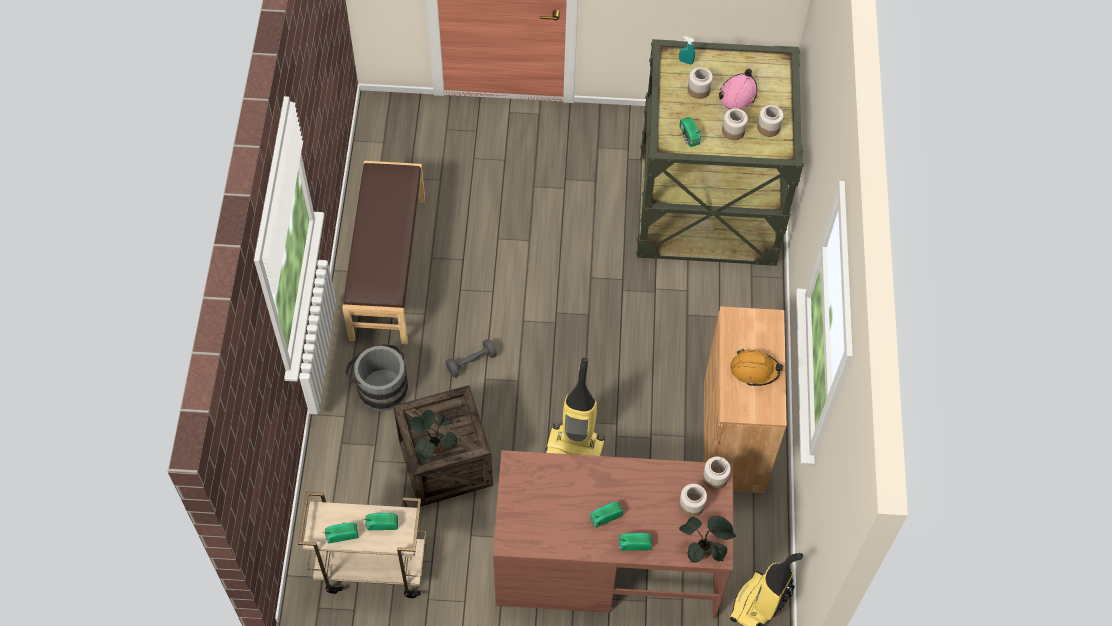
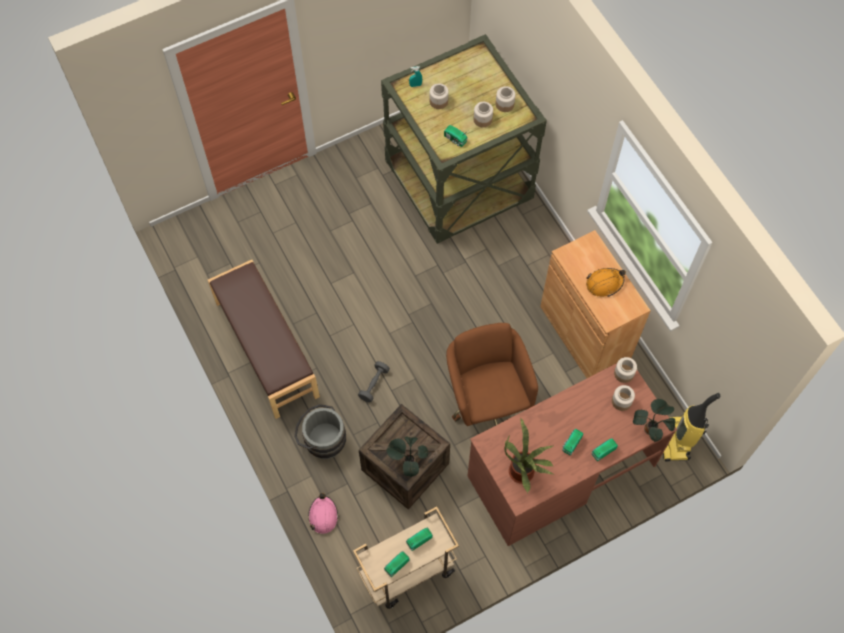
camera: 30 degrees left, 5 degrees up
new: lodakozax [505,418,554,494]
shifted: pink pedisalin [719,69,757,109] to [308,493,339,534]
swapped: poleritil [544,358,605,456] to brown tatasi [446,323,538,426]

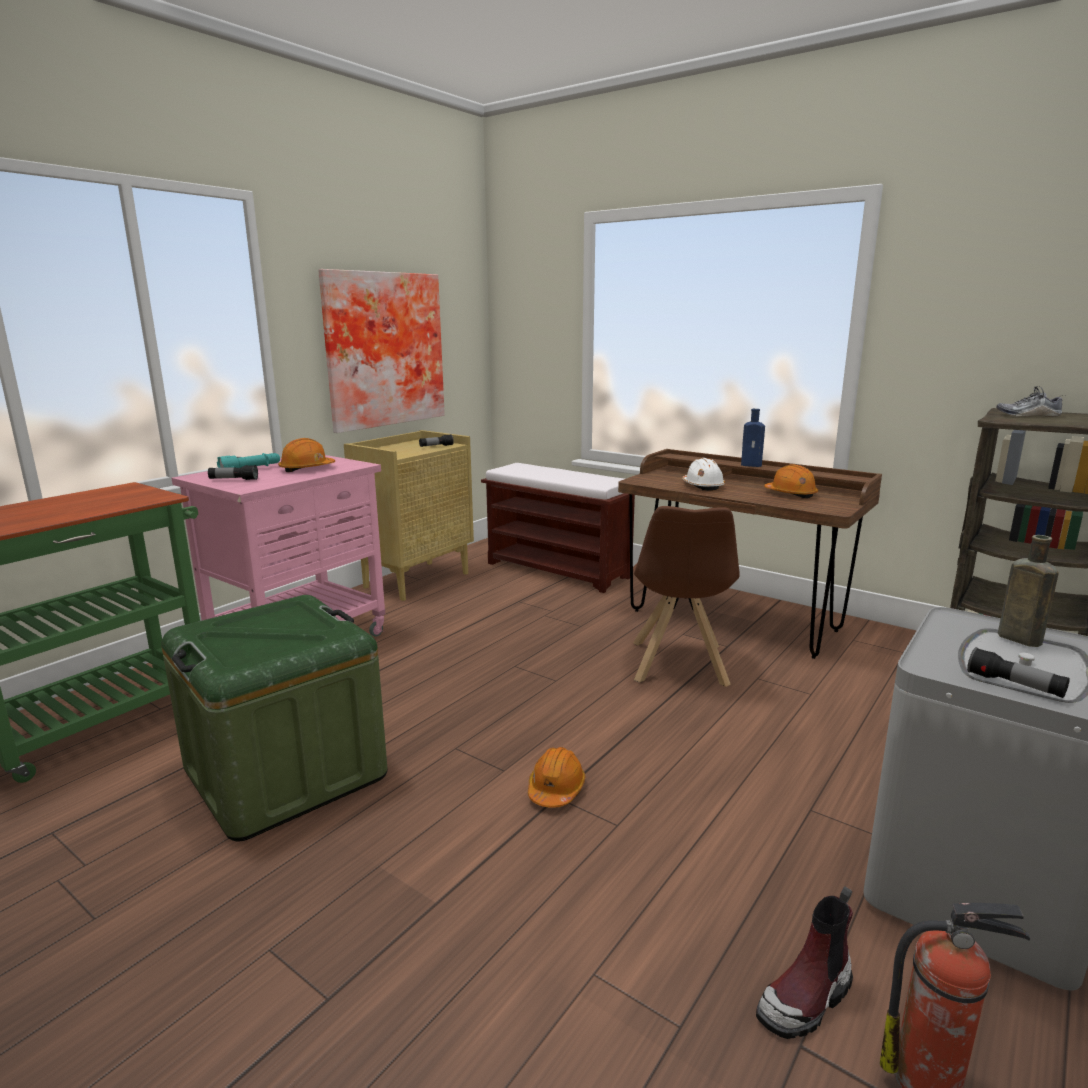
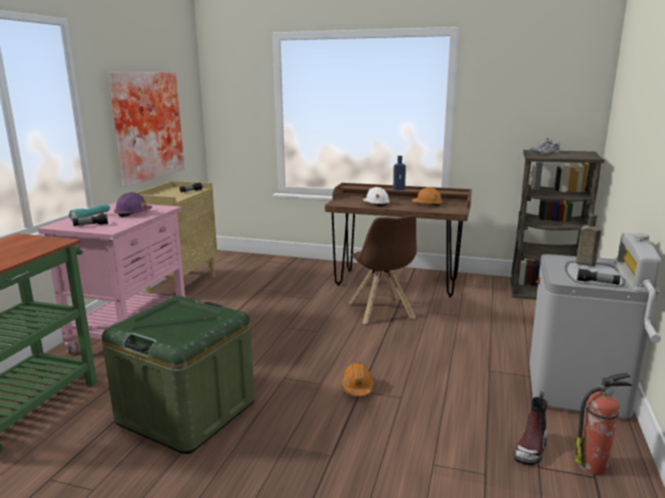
camera: 20 degrees left, 0 degrees up
gone: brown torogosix [481,463,635,593]
repainted: orange pedisalin [278,438,335,472] to purple pedisalin [114,192,152,217]

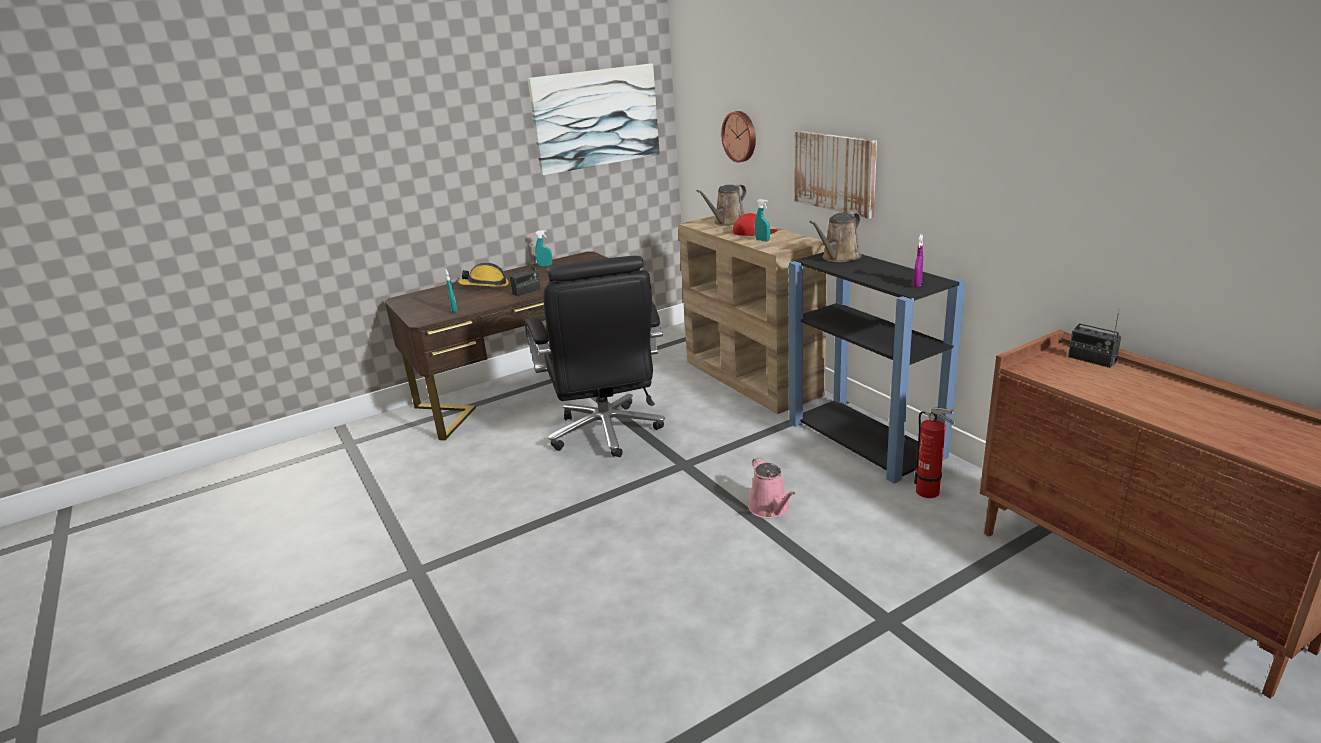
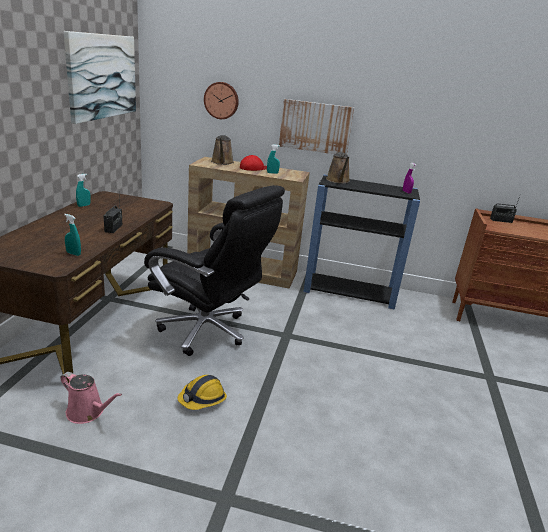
camera: 50 degrees left, 0 degrees up
gone: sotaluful [914,407,955,498]
shifted: pedisalin [459,263,509,287] to [177,375,227,410]; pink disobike [748,457,795,518] to [60,372,122,424]

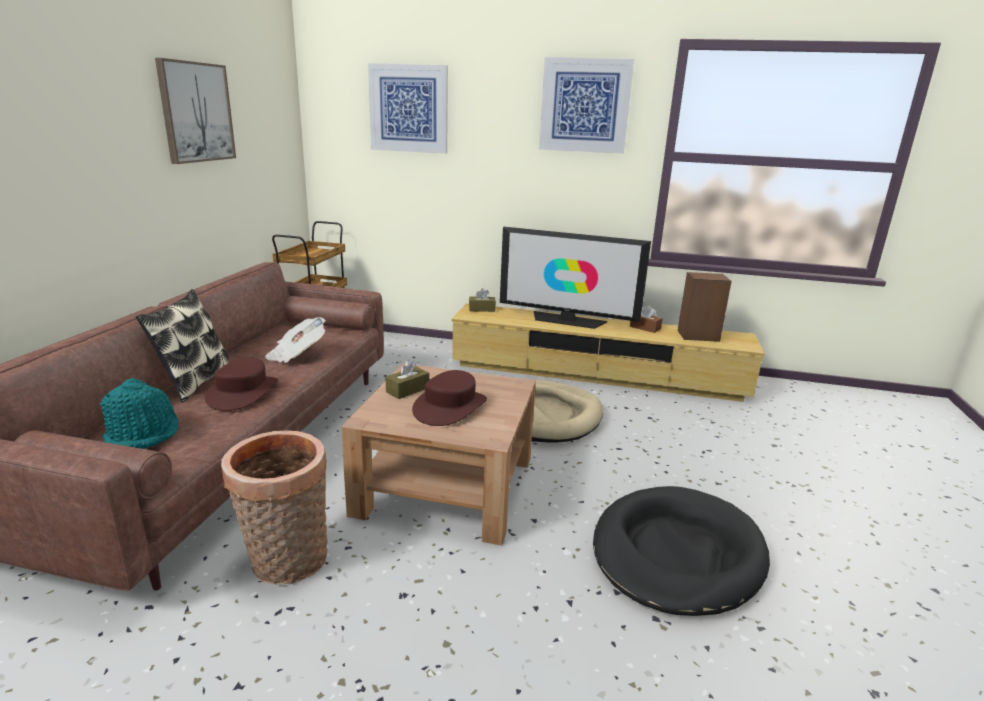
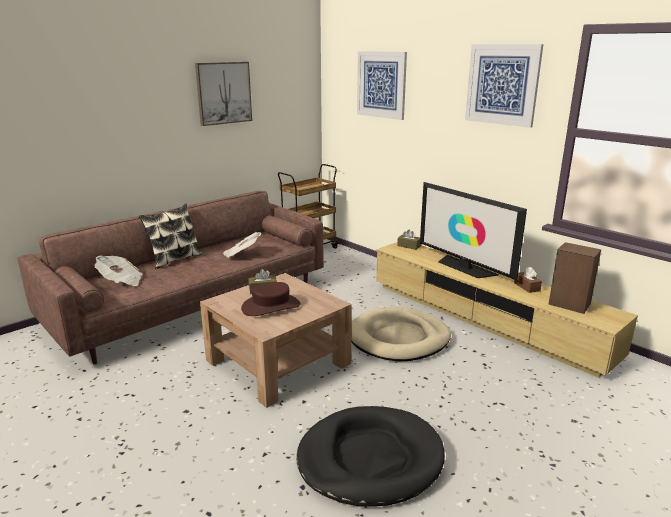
camera: 35 degrees right, 0 degrees up
gone: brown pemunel [205,357,278,411]; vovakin [221,430,328,585]
swapped: turquoise pemunel [100,378,179,449] to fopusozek [94,256,143,286]

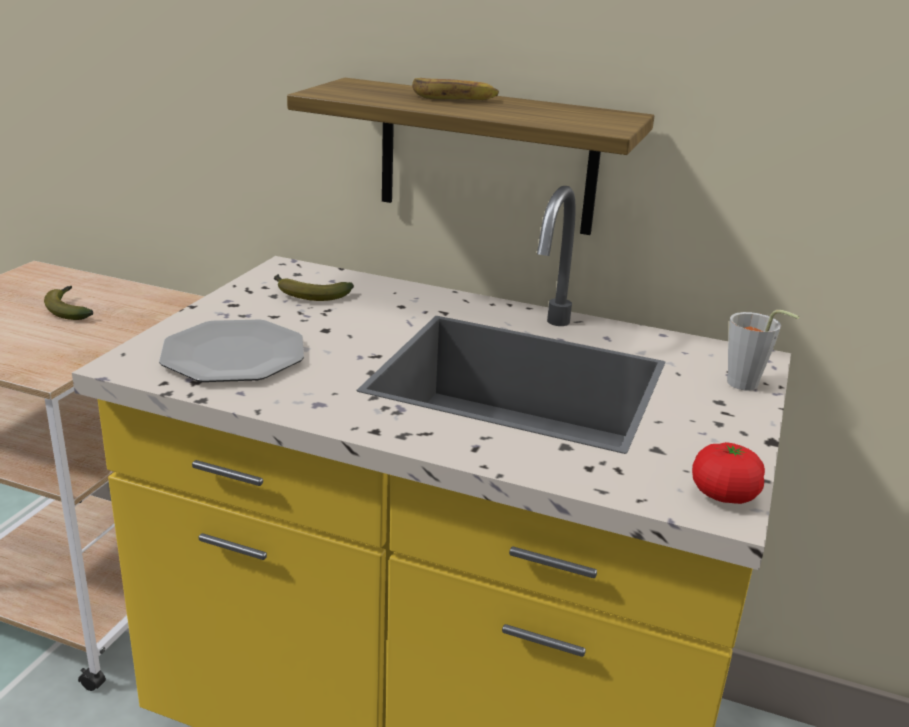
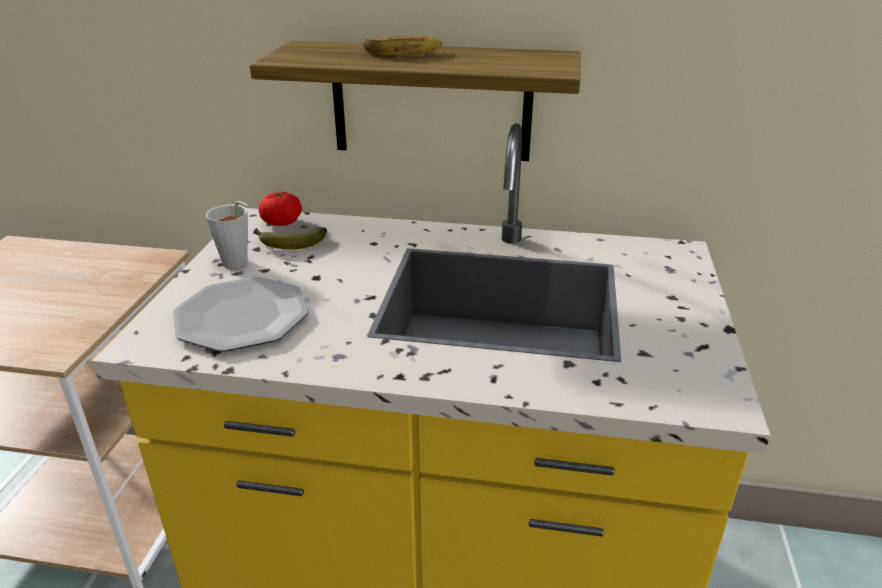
camera: 10 degrees left, 5 degrees up
gone: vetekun [44,286,93,320]
shifted: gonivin [692,442,765,504] to [259,192,302,226]; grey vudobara [727,310,799,391] to [205,201,249,269]

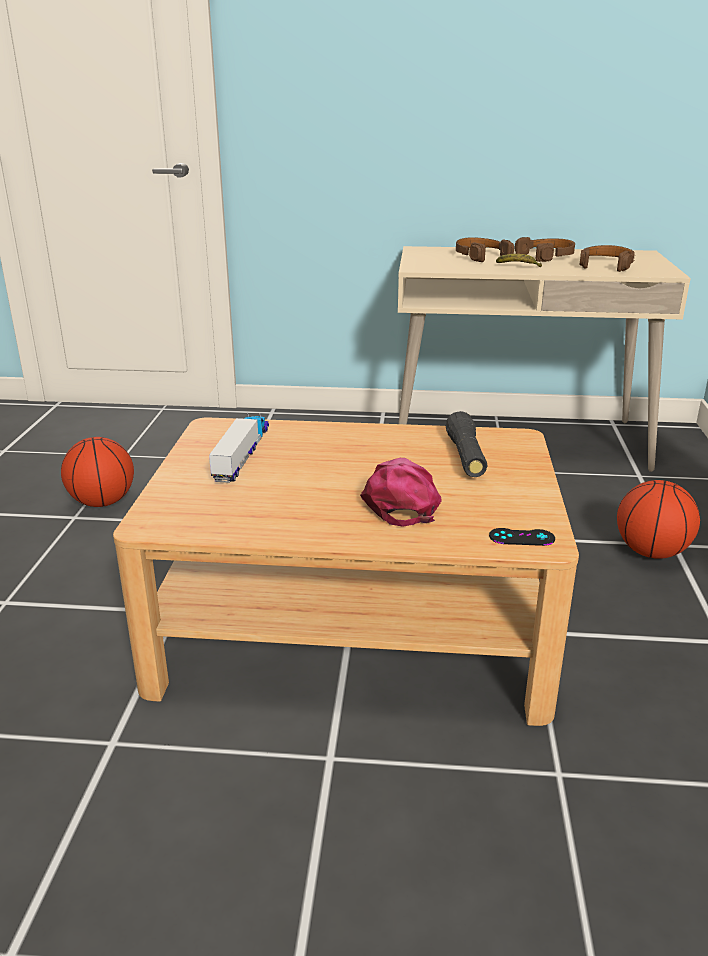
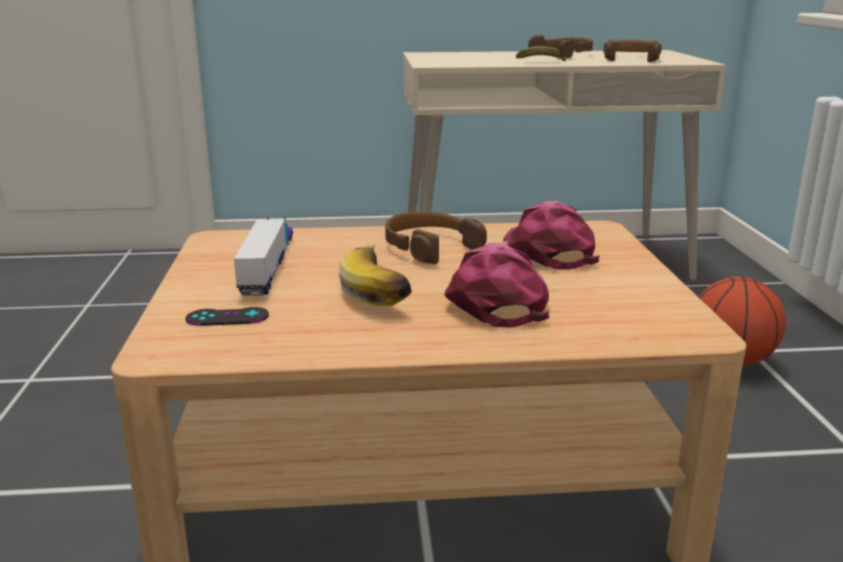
camera: 10 degrees left, 5 degrees down
gone: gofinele [61,437,134,507]
new: vetekun [339,245,412,306]
shifted: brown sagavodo [456,237,514,262] to [385,211,487,264]; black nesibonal [489,528,555,546] to [185,307,269,326]
swapped: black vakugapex [446,411,488,477] to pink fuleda [503,201,600,270]

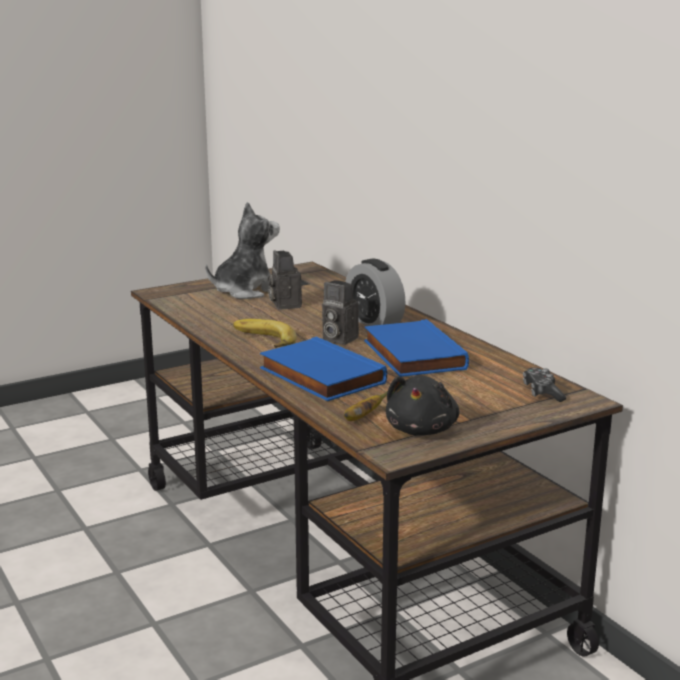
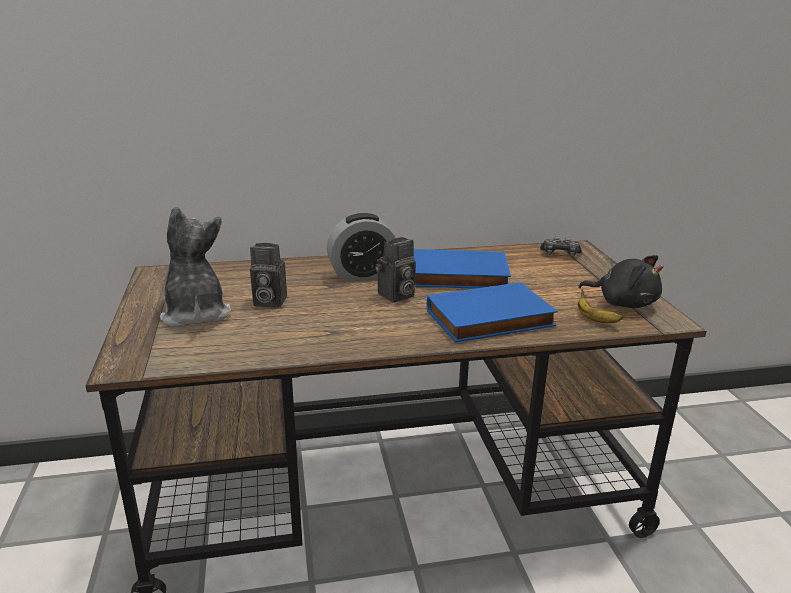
camera: 70 degrees left, 5 degrees up
gone: vetekun [233,319,297,348]

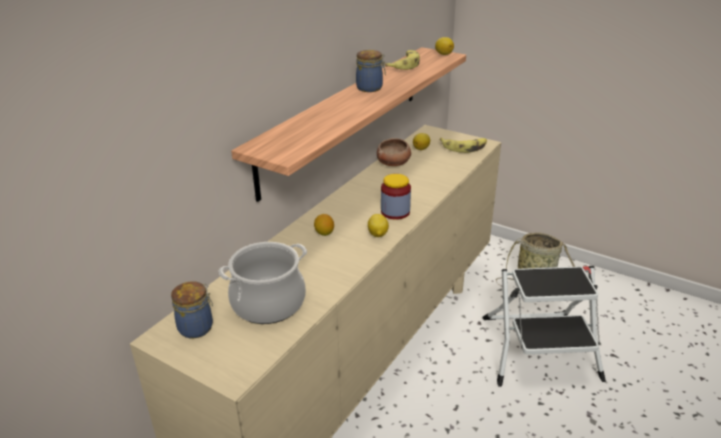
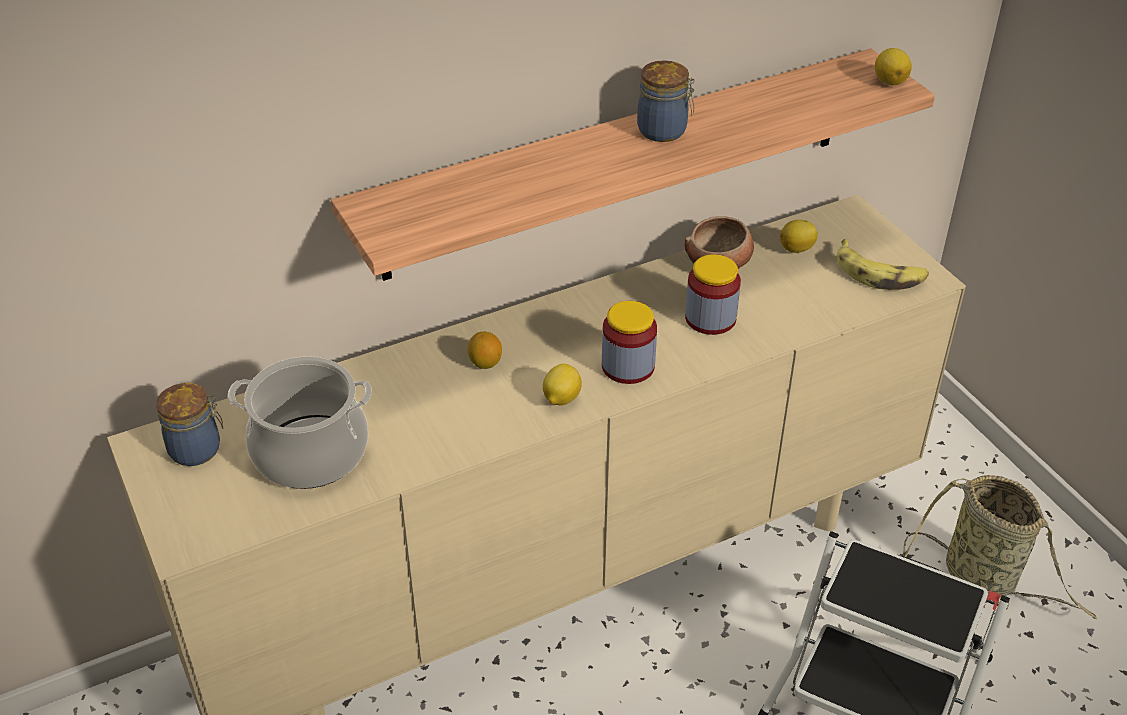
camera: 30 degrees right, 10 degrees up
gone: vetekun [385,50,420,70]
new: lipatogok [685,254,741,335]

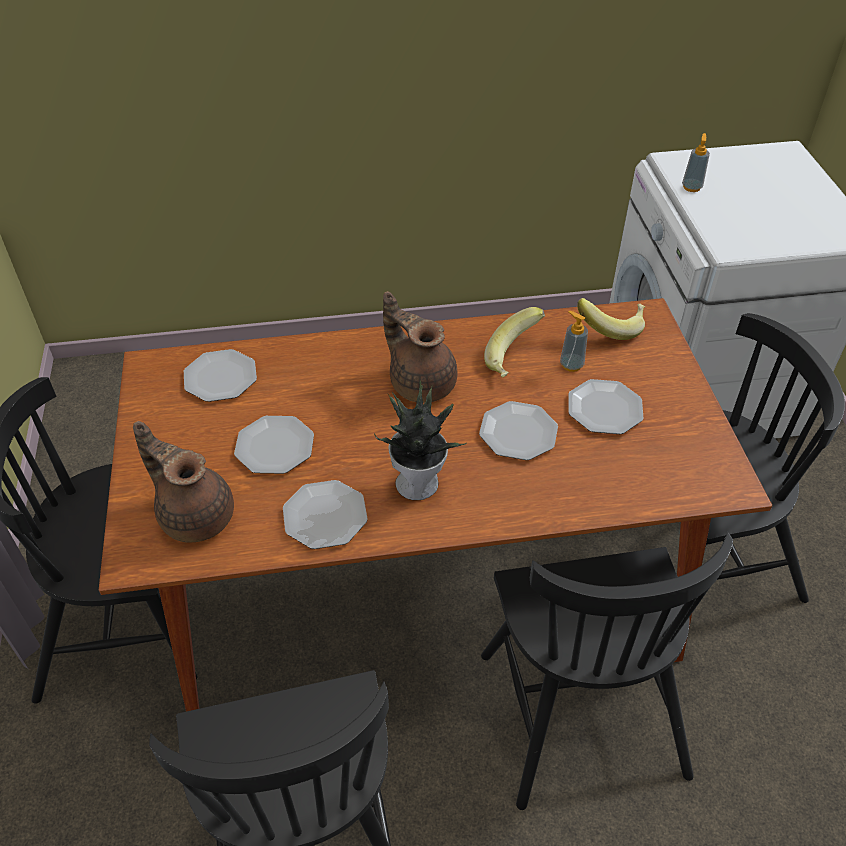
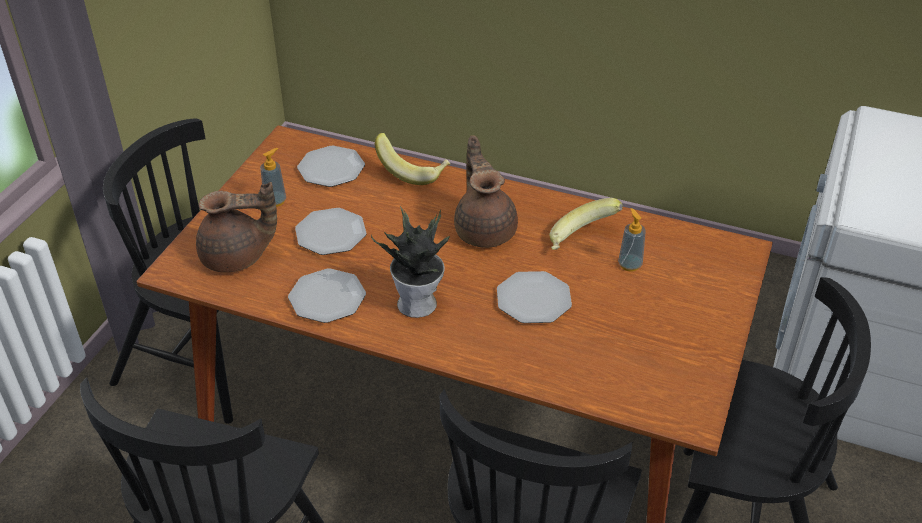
camera: 30 degrees right, 5 degrees down
gone: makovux [568,379,643,434]
shifted: vetekun [577,298,646,340] to [375,133,450,185]; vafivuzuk [682,133,710,192] to [260,148,286,207]
rotated: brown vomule [133,421,234,542] = [196,182,277,272] 105 degrees clockwise

